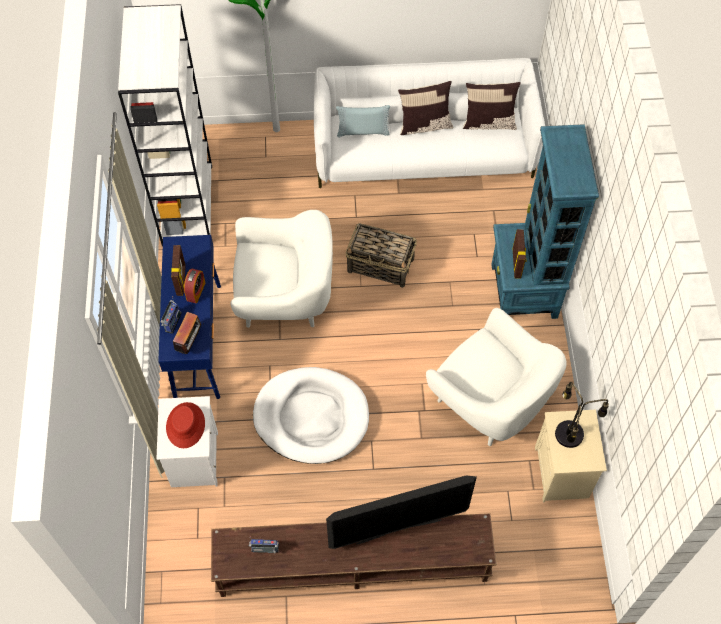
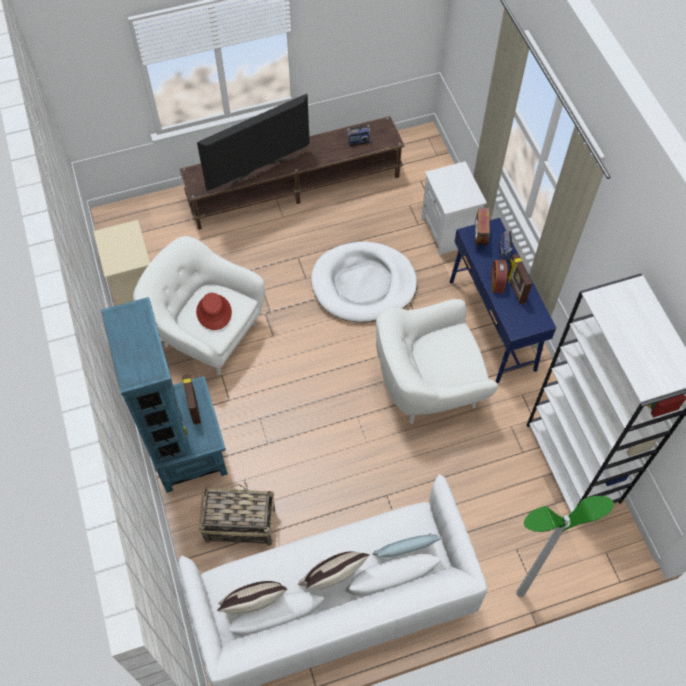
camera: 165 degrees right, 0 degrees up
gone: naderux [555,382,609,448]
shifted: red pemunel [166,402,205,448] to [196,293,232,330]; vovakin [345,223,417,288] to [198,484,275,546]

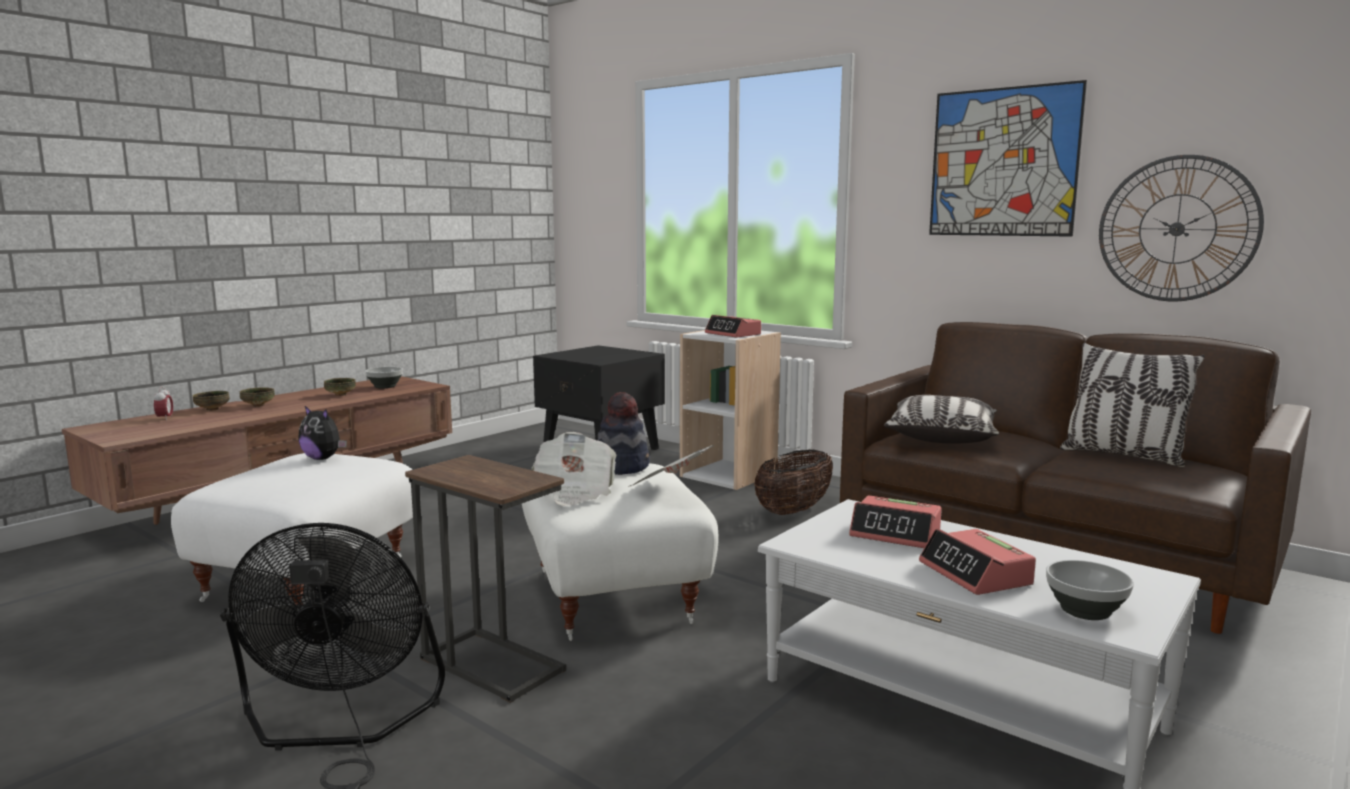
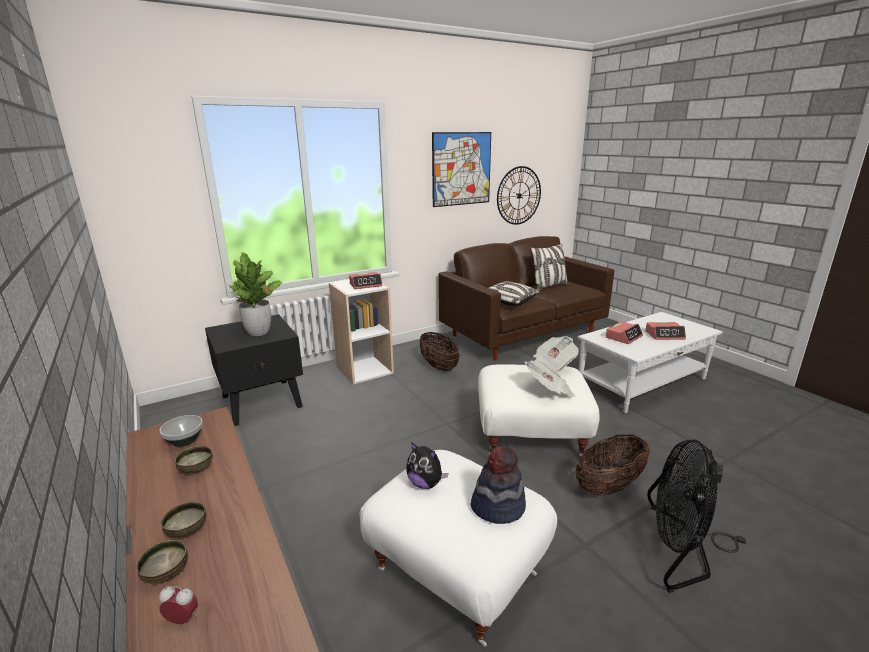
camera: 70 degrees left, 10 degrees up
gone: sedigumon [1046,560,1134,620]
new: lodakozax [228,253,283,336]
shifted: pemunel [597,392,650,475] to [470,447,526,524]
swapped: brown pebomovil [405,455,566,703] to vovakin [576,435,649,496]
rotated: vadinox [298,406,347,460] = [406,442,448,489] 75 degrees clockwise

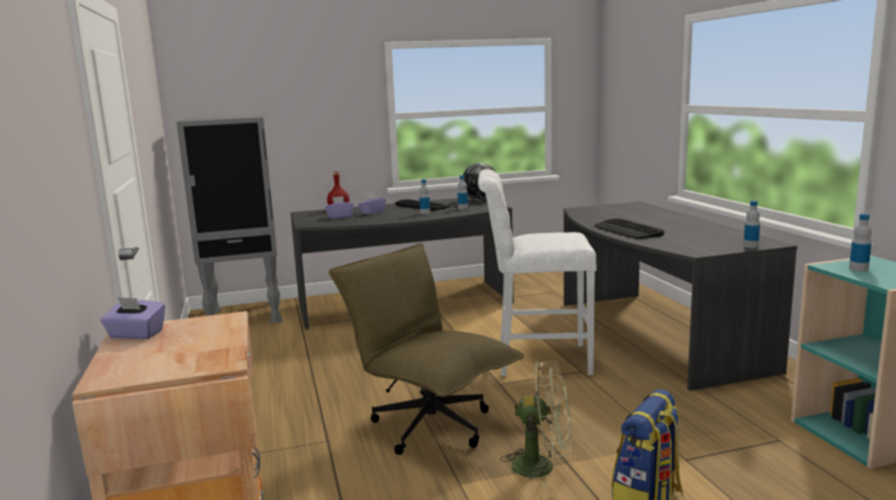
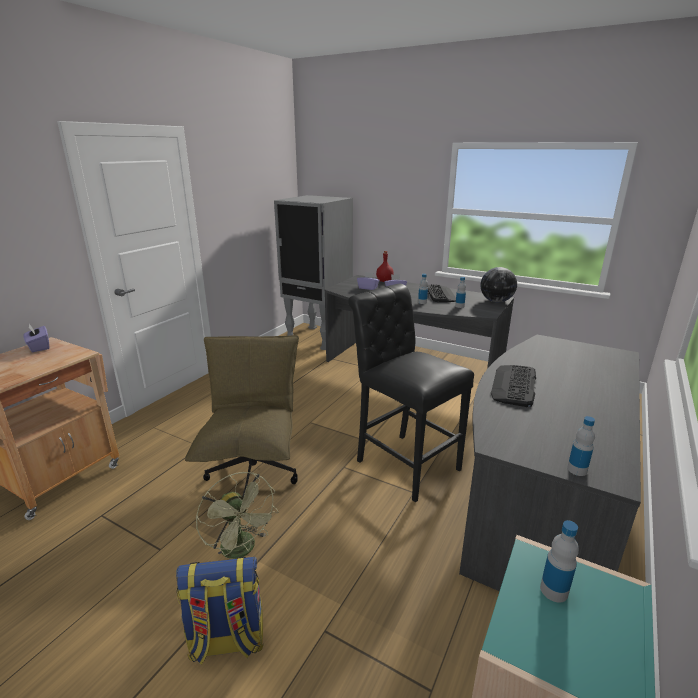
camera: 45 degrees right, 10 degrees up
repainted: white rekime [478,169,597,376] to black rekime [348,284,474,502]

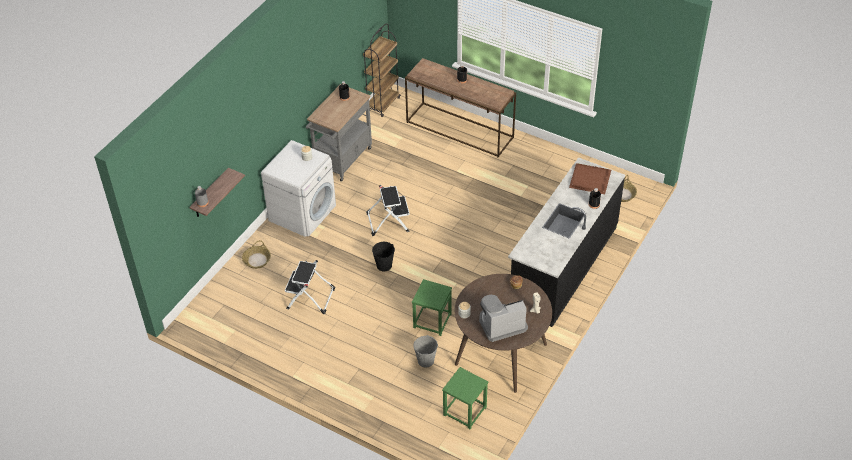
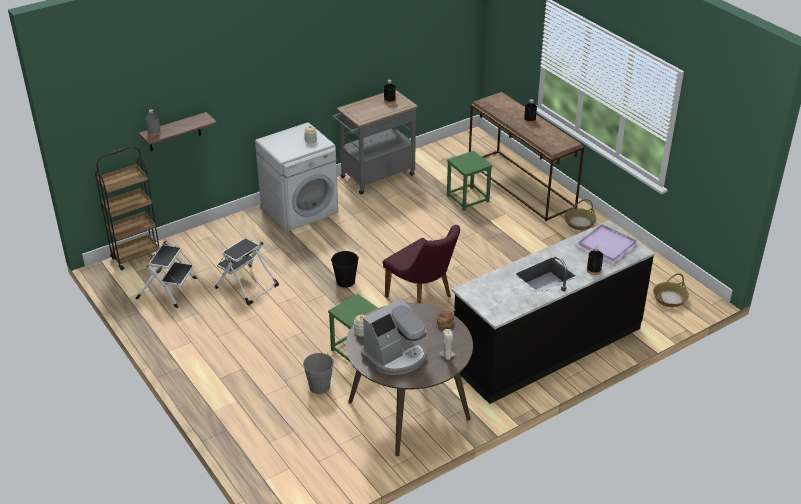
camera: 25 degrees right, 10 degrees down
new: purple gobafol [383,225,460,303]
shifted: vovakin [242,240,271,269] to [564,199,597,230]; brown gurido [363,23,401,117] to [95,147,160,270]; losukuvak [366,185,410,236] to [135,241,197,308]; green rekime [442,367,488,429] to [447,151,492,211]
repainted: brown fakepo [569,163,611,194] to purple fakepo [575,224,640,264]
rotated: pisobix [479,295,528,342] = [361,298,427,375] 135 degrees clockwise

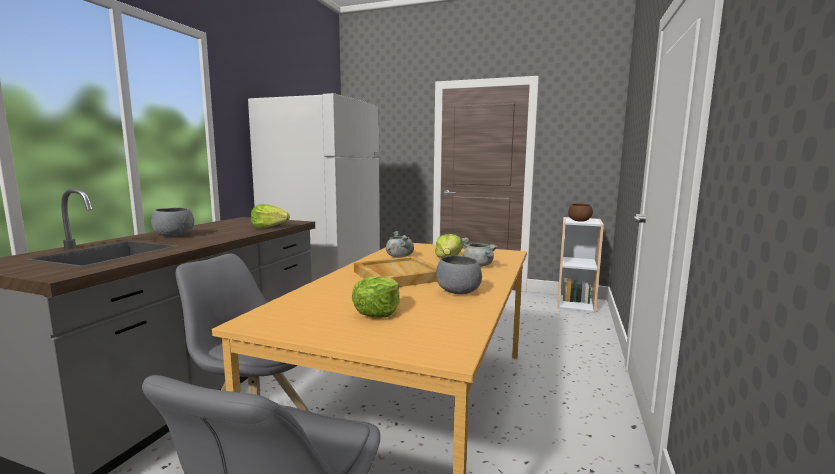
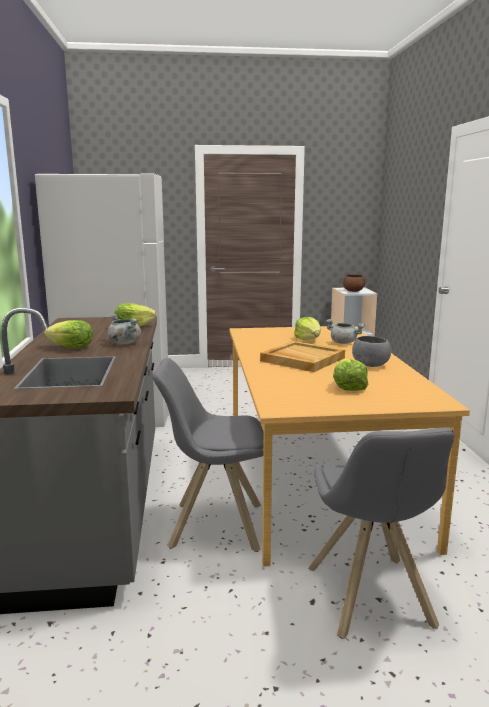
camera: 25 degrees left, 5 degrees up
shifted: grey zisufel [386,231,414,257] to [107,314,141,345]
swapped: grey sedigumon [151,208,194,237] to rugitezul [44,320,93,349]

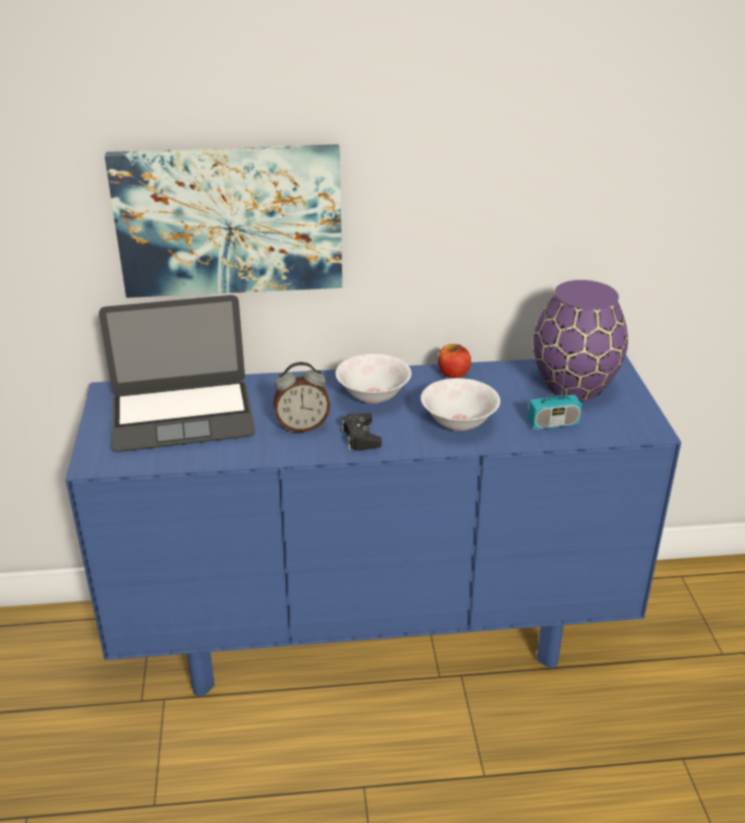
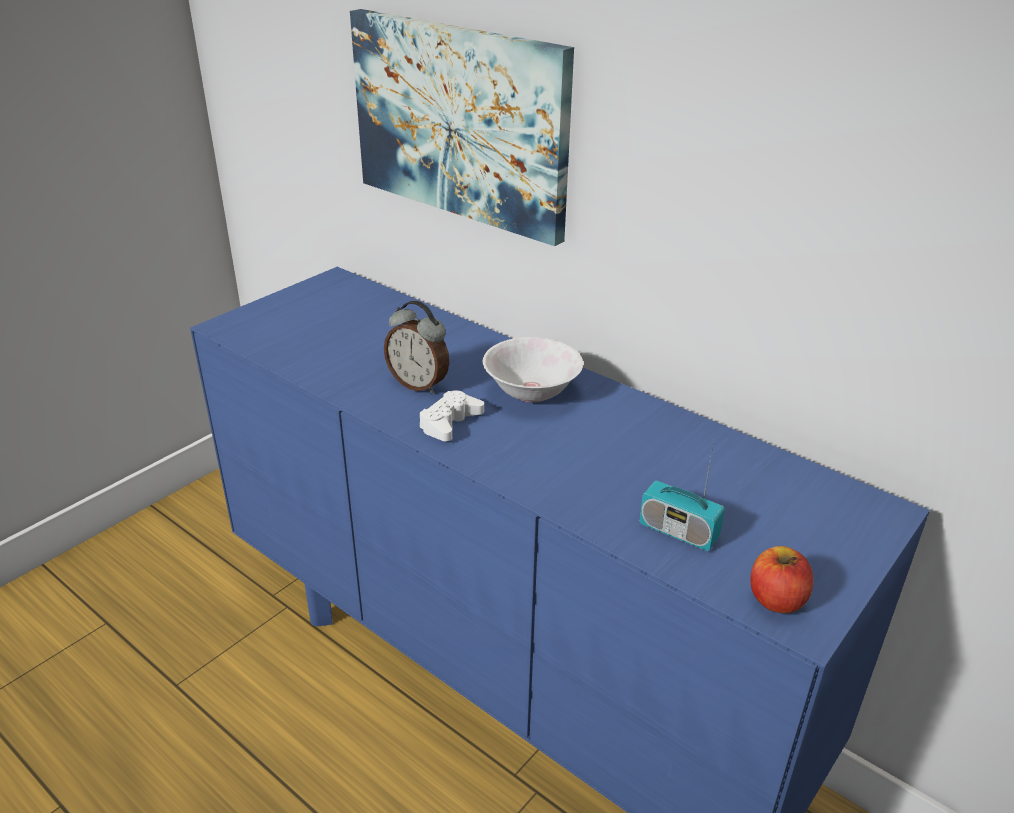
camera: 45 degrees right, 0 degrees up
gone: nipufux [99,295,255,452]; white sedigumon [421,378,500,431]; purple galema [533,280,628,401]
shifted: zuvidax [438,344,471,378] to [750,546,813,613]
repainted: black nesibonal [341,413,382,451] to white nesibonal [419,391,484,442]

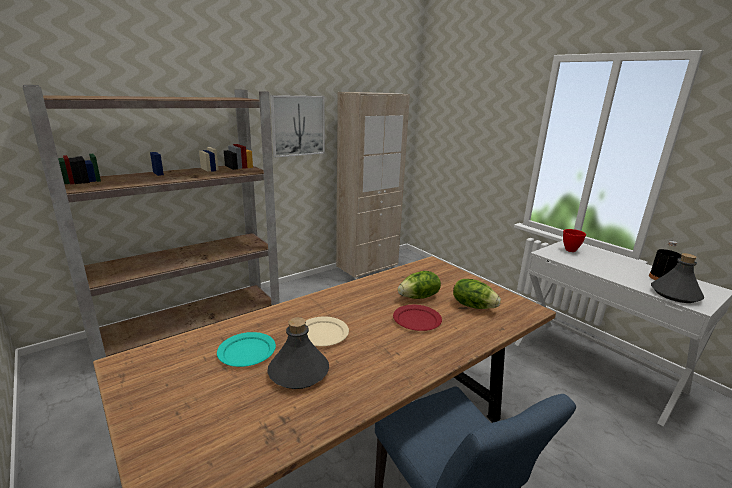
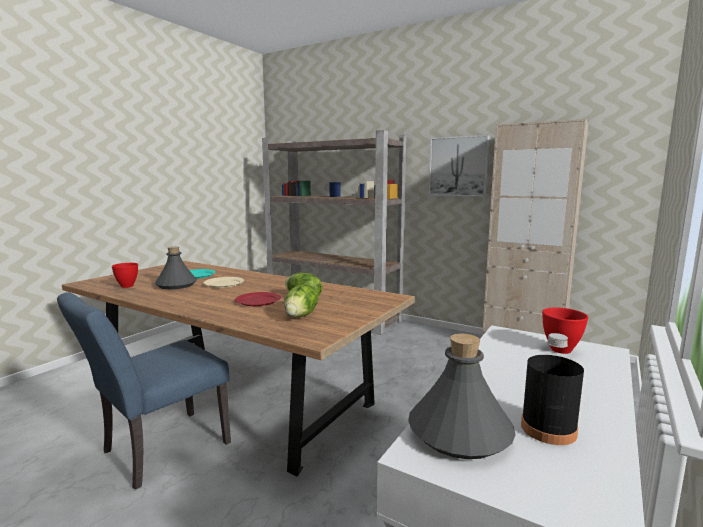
camera: 70 degrees right, 10 degrees down
new: red sedigumon [112,263,138,288]

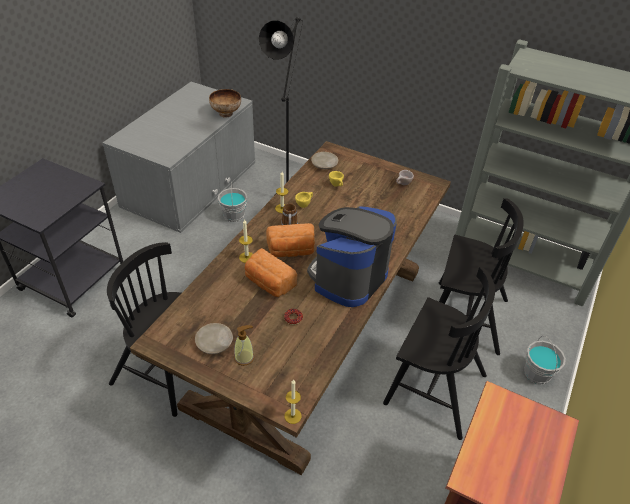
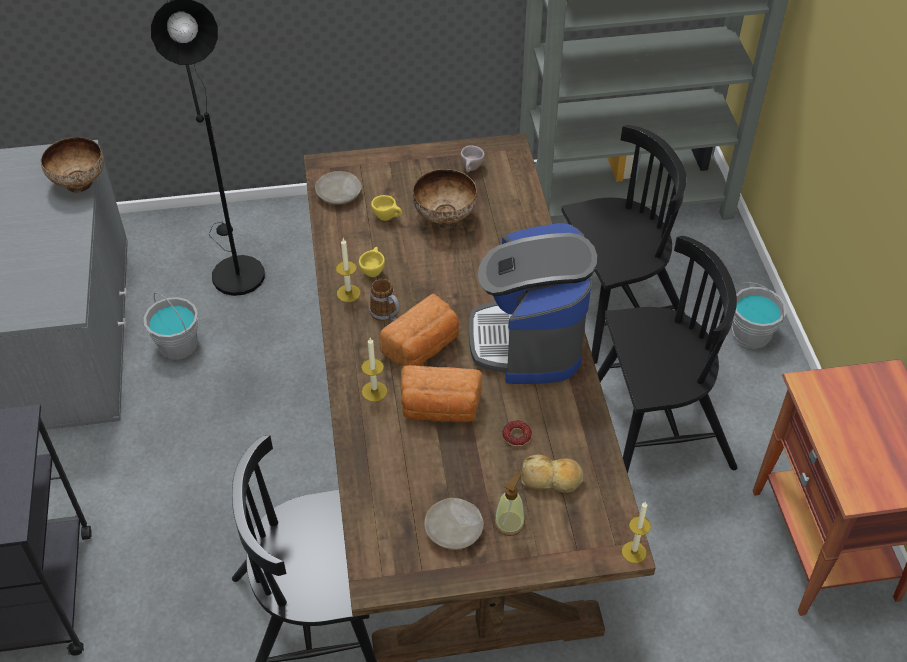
camera: 35 degrees left, 5 degrees up
new: sedigumon [412,169,477,228]; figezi [521,454,584,493]

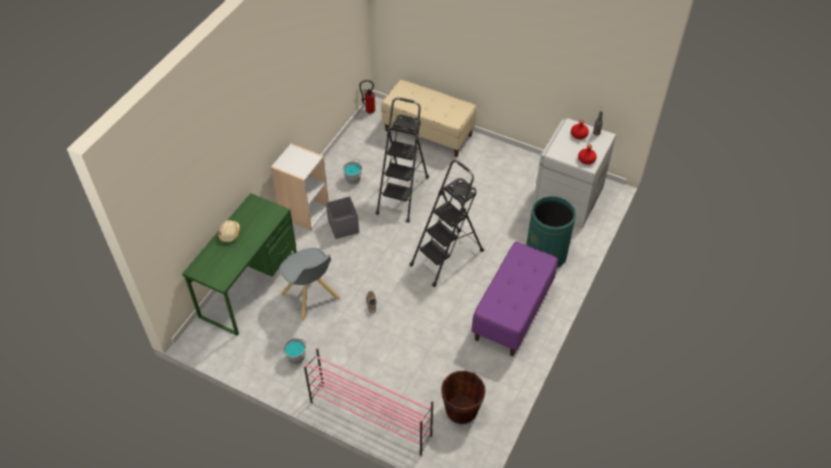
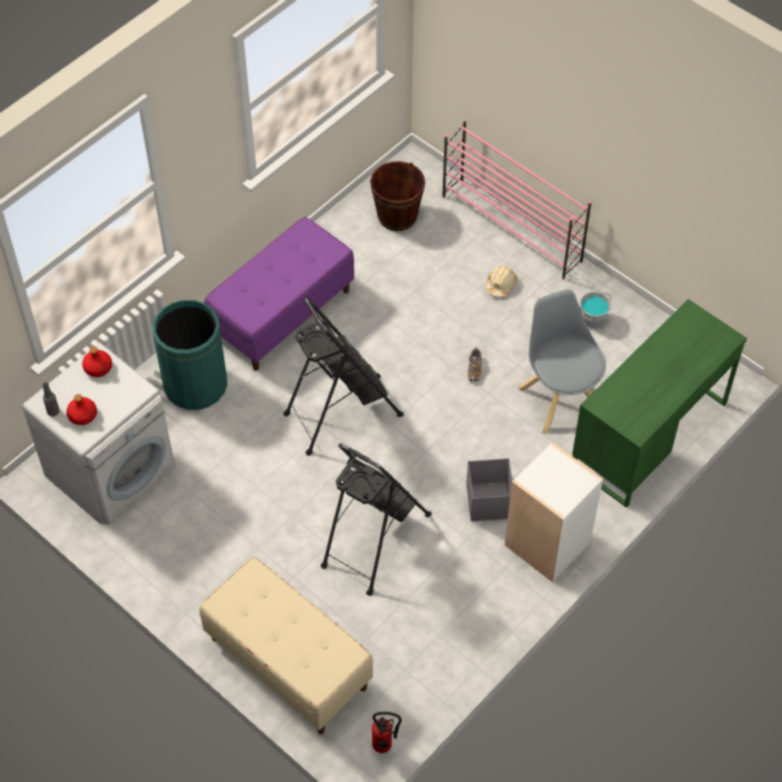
camera: 165 degrees left, 5 degrees up
gone: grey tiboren [342,159,362,185]
shifted: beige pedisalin [218,220,240,242] to [486,265,517,297]

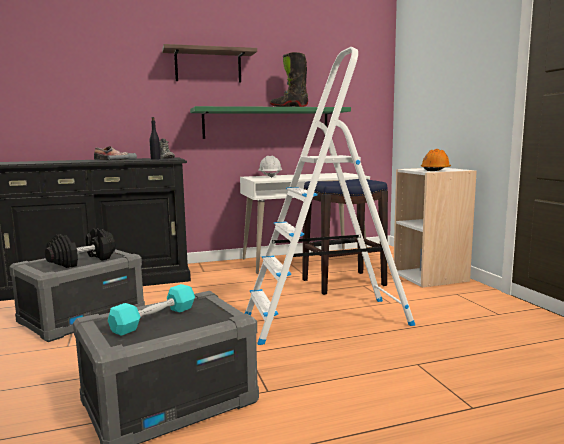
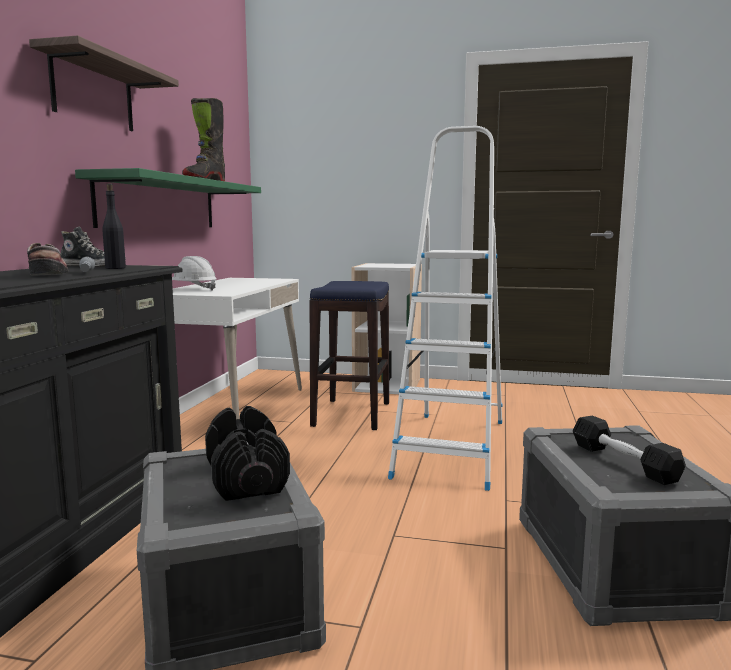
camera: 60 degrees left, 0 degrees up
gone: orange pedisalin [421,149,451,171]
repainted: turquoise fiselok [108,284,195,336] to black fiselok [573,415,686,485]

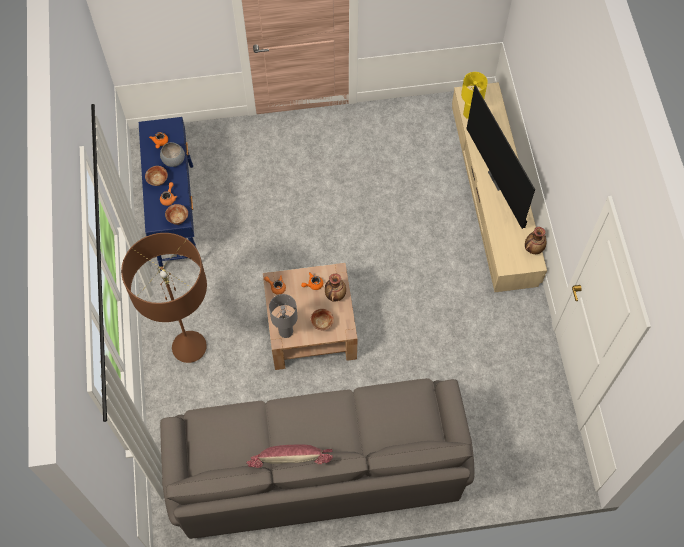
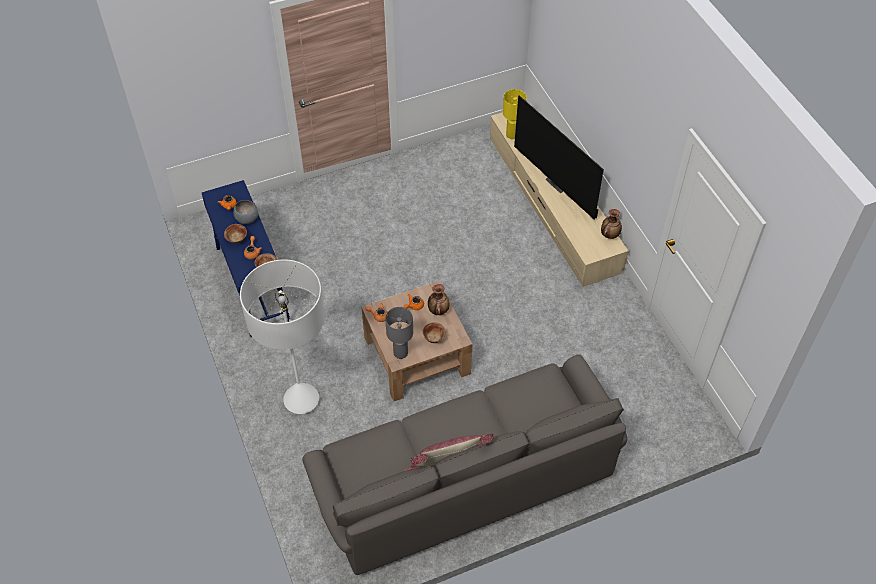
camera: 15 degrees left, 10 degrees down
repainted: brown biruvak [121,233,207,363] to white biruvak [240,260,325,414]

